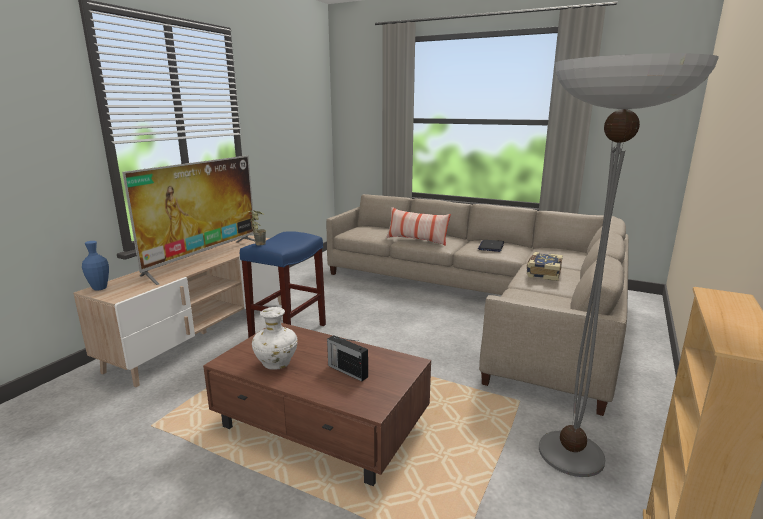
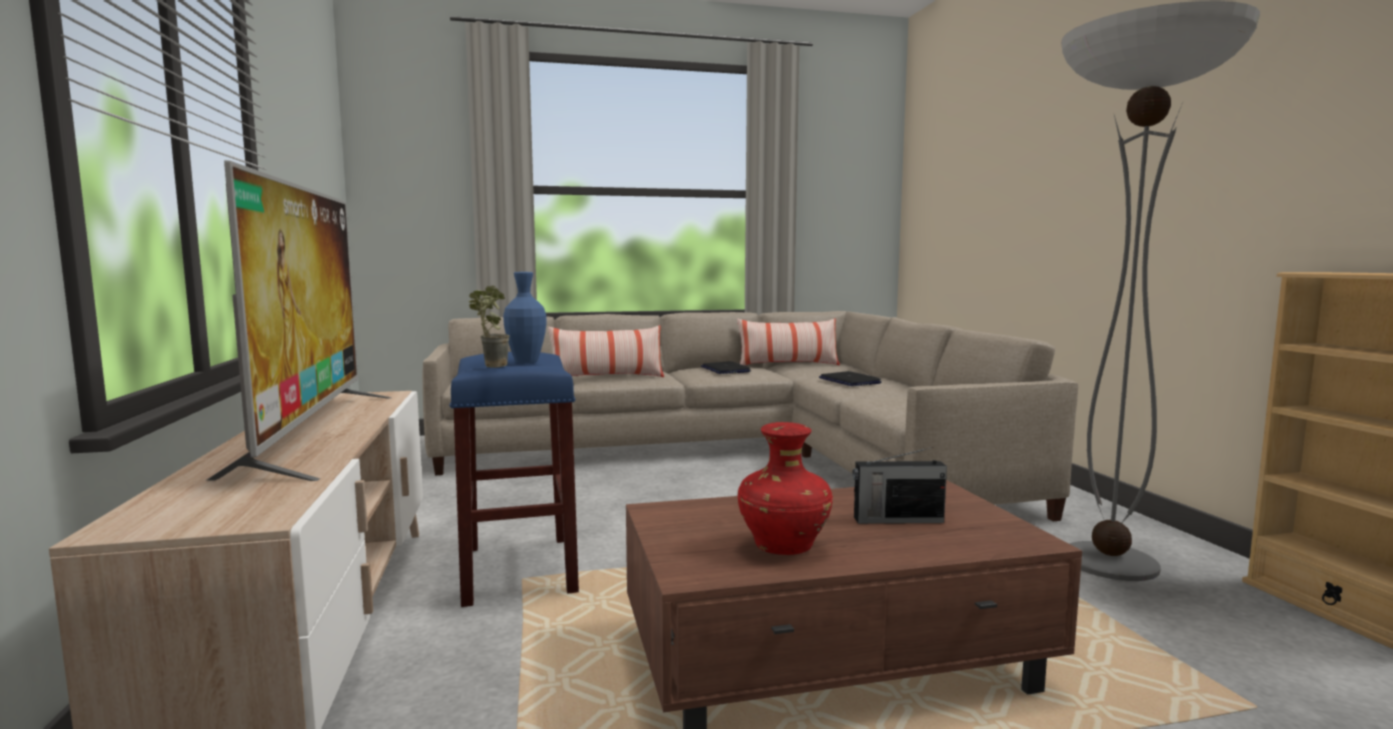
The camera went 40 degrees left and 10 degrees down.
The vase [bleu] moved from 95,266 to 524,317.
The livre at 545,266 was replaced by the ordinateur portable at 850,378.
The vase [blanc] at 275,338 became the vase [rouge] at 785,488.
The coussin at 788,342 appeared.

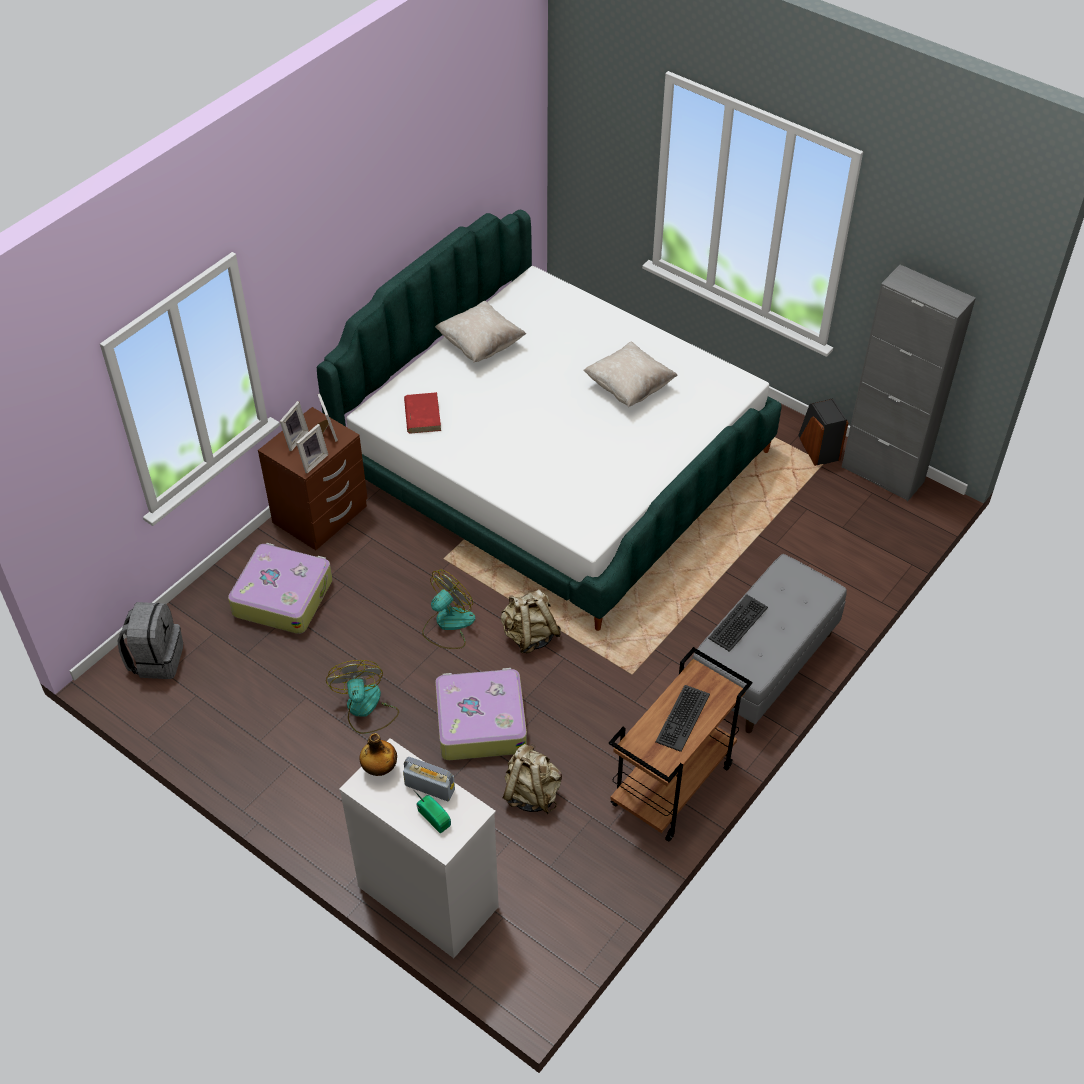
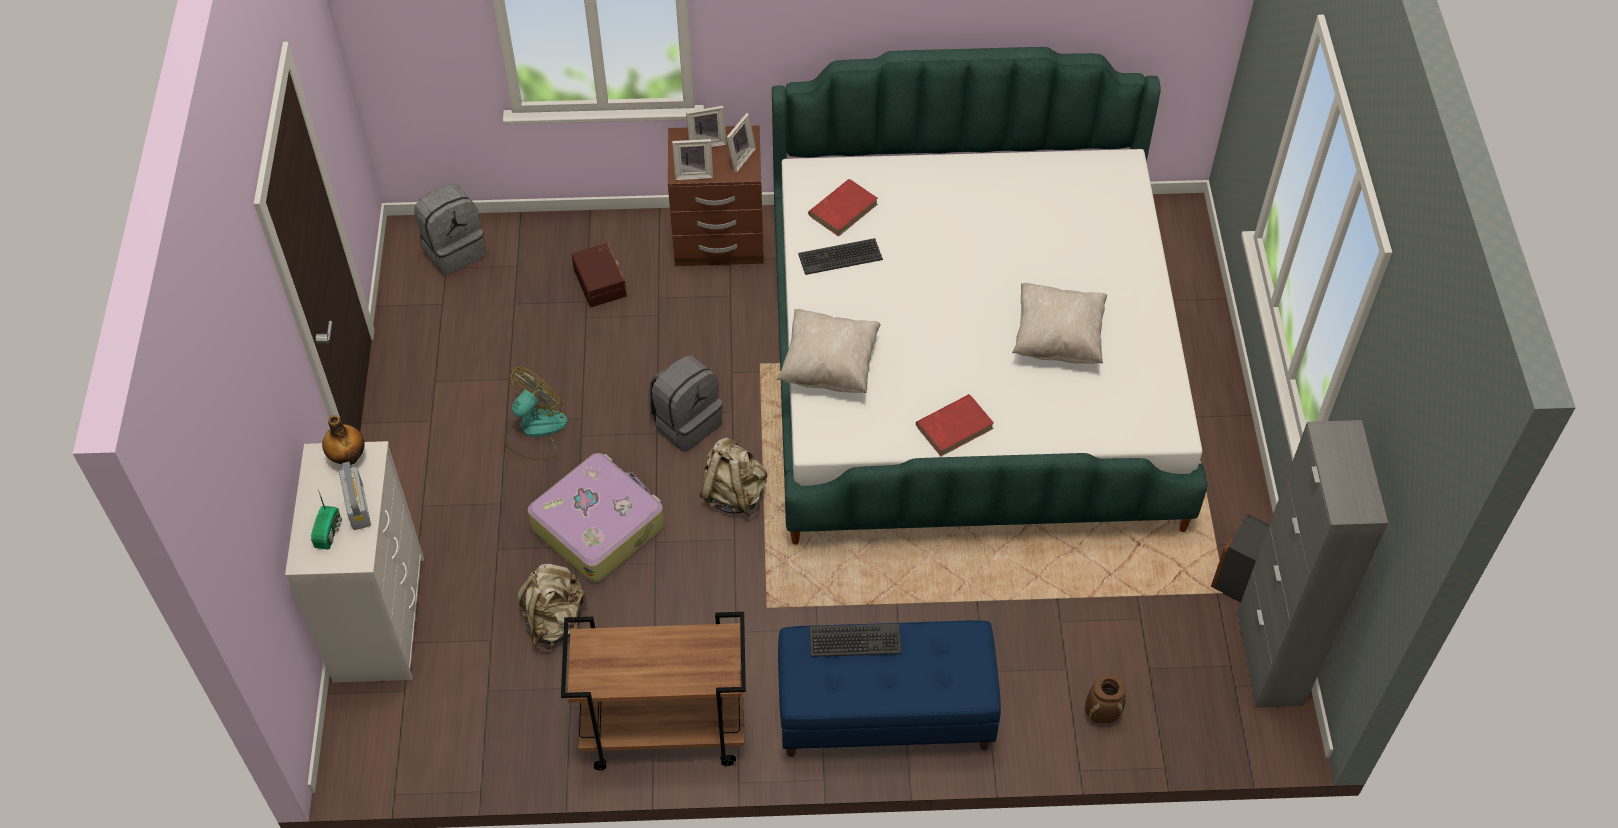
The camera went 50 degrees right and 5 degrees up.
The coussin [beige] moved from 480,332 to 828,351.
The valise at 280,588 was replaced by the boîte de rangement [marron] at 599,275.
The banc [gris] at 769,643 became the banc [bleu] at 889,688.
The ventilateur at 448,609 was replaced by the sac à dos [gris] at 685,403.
The clavier moved from 682,718 to 840,256.
The livre [rouge] at 955,425 appeared.
The vase [marron] at 1105,699 appeared.

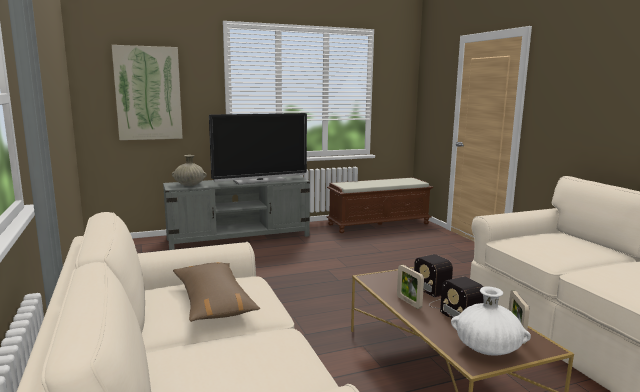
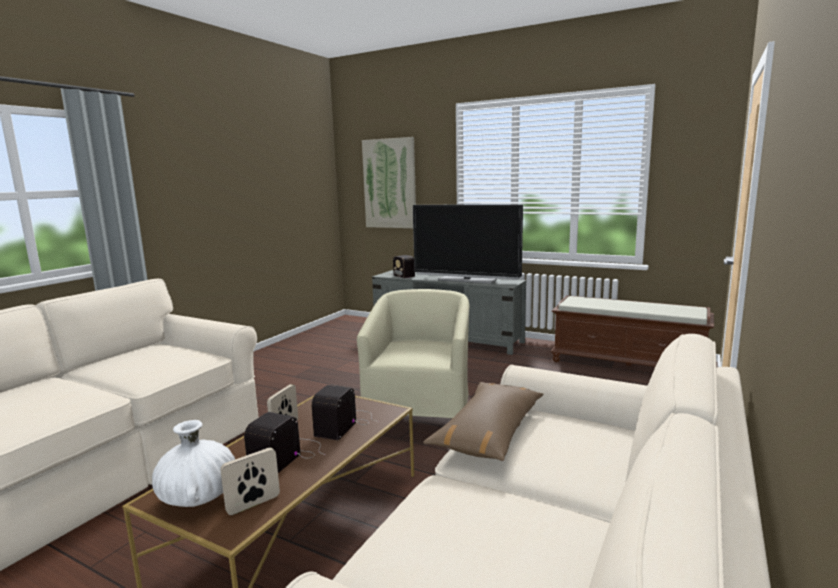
The camera went 50 degrees right and 0 degrees up.
The vase [beige] at 189,170 was replaced by the radio at 402,266.
The coussin [marron] moved from 216,292 to 483,421.
The fauteuil [beige] at 413,353 appeared.

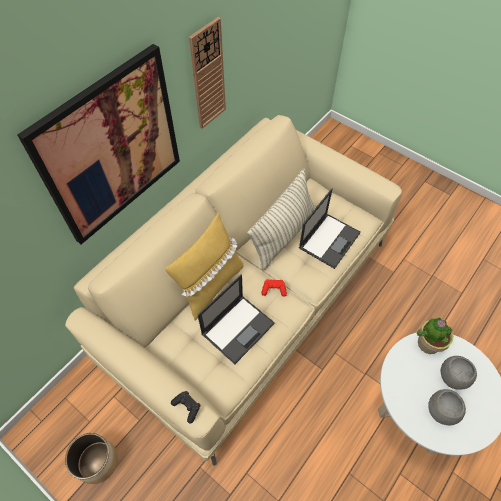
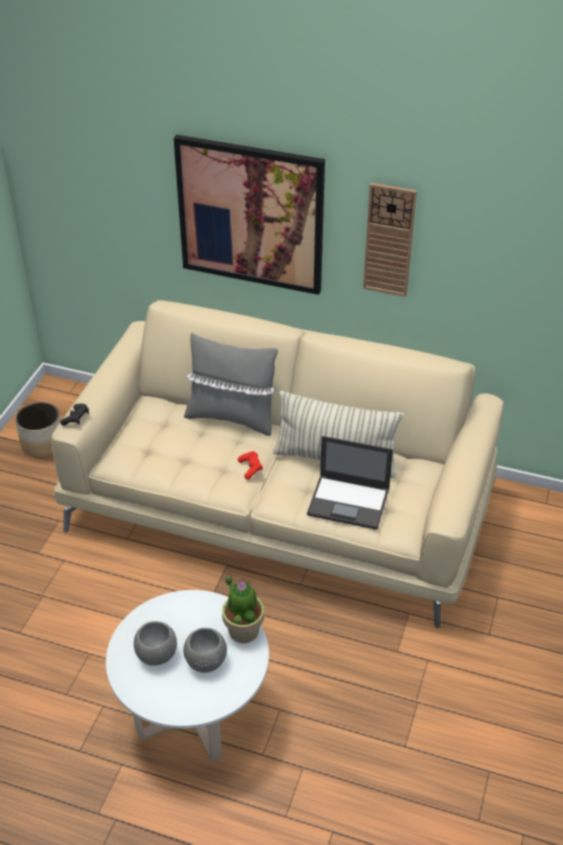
The camera went 70 degrees right and 15 degrees down.
The coussin [jaune] at 204,266 became the coussin [gris] at 231,384.
The ordinateur portable at 236,319 disappeared.

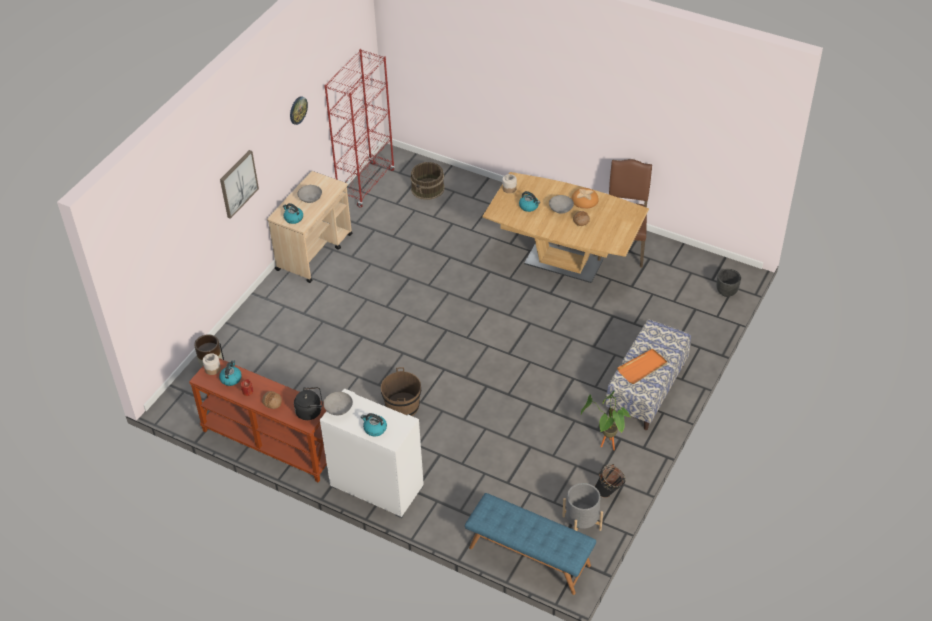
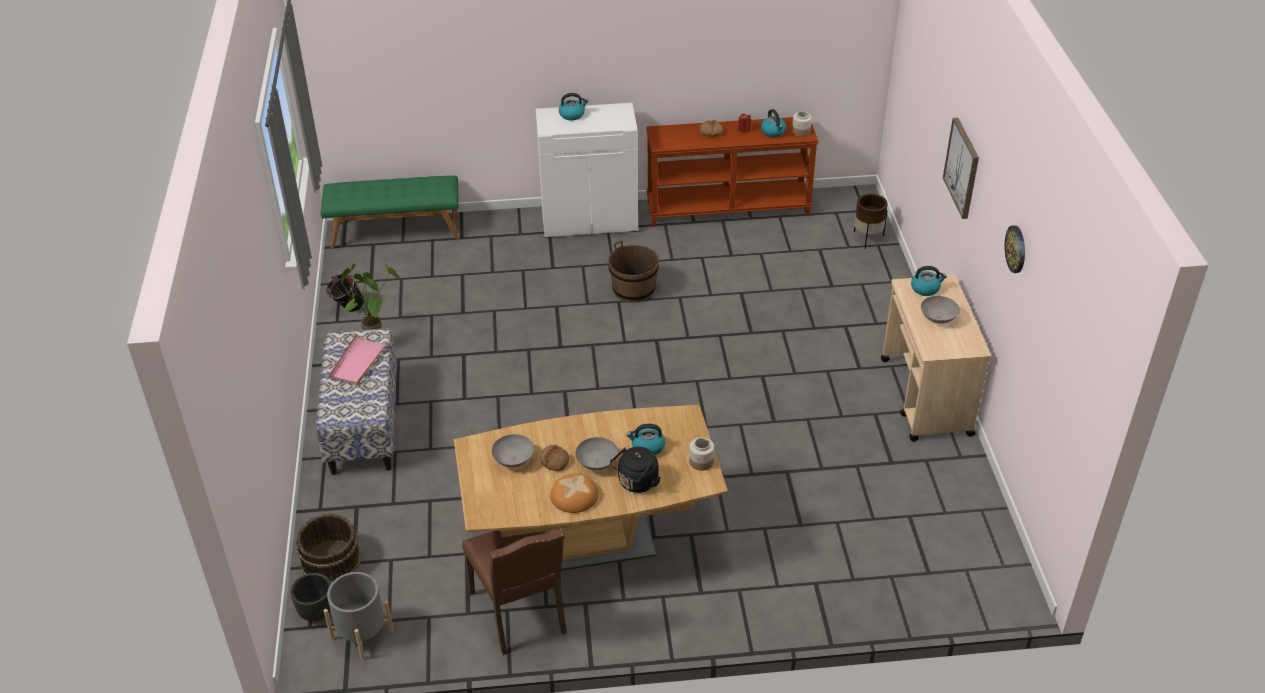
The camera went 145 degrees right and 5 degrees down.
The bibliothèque [rouge] at 359,128 disappeared.
The seau [marron] moved from 427,181 to 328,549.
The plateau [orange] at 642,366 became the plateau [rose] at 358,359.
The bouilloire [noir] moved from 308,403 to 635,470.
The bol [gris] moved from 338,403 to 513,450.
The cache-pot [gris] moved from 582,507 to 359,616.
The banc [bleu] at 530,544 became the banc [vert] at 390,212.

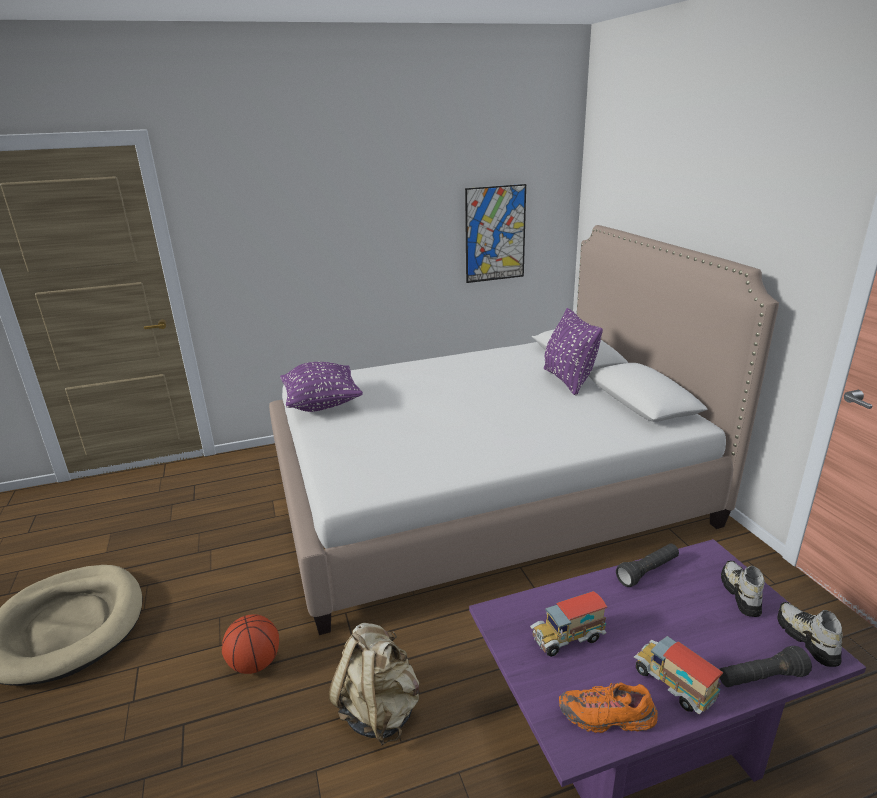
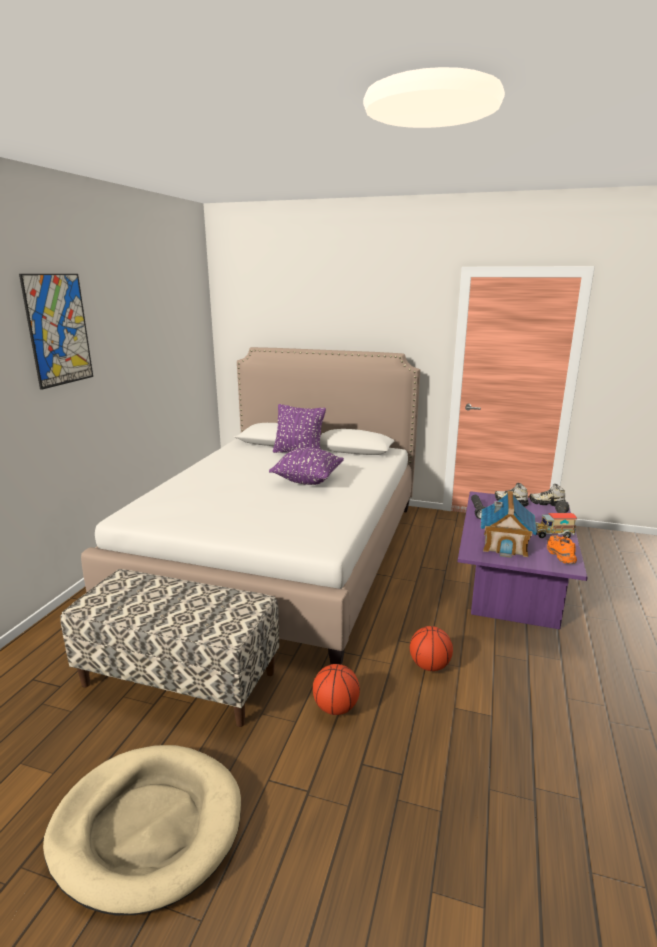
The camera went 55 degrees left and 5 degrees down.
The tableau moved from 495,233 to 56,332.
The coussin [violet] moved from 321,387 to 306,466.
The camion jouet at 568,624 was replaced by the maison miniature at 509,524.
The sac à dos [beige] at 374,684 was replaced by the ballon de basket at 431,648.
The chaussure [orange] at 608,707 turned 135 degrees clockwise.
The banc at 169,648 appeared.

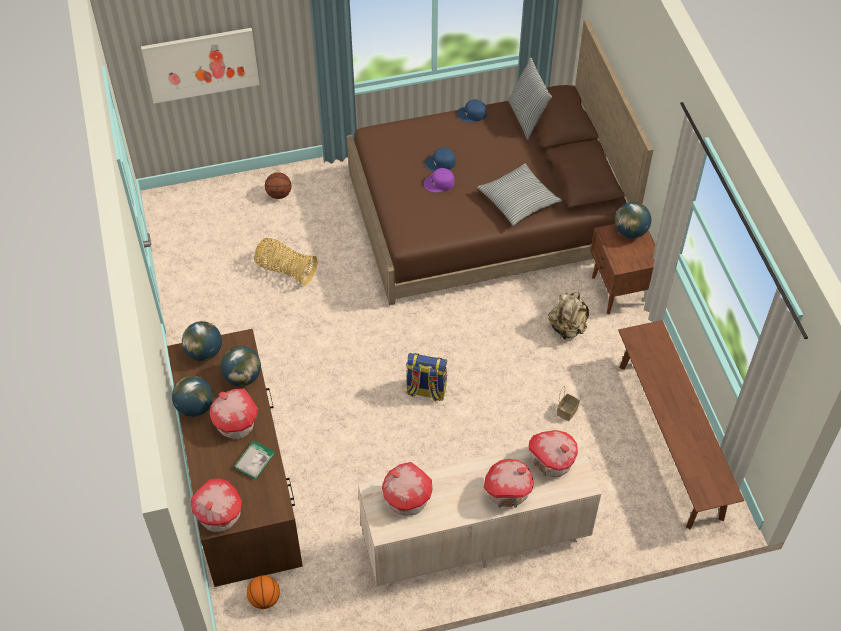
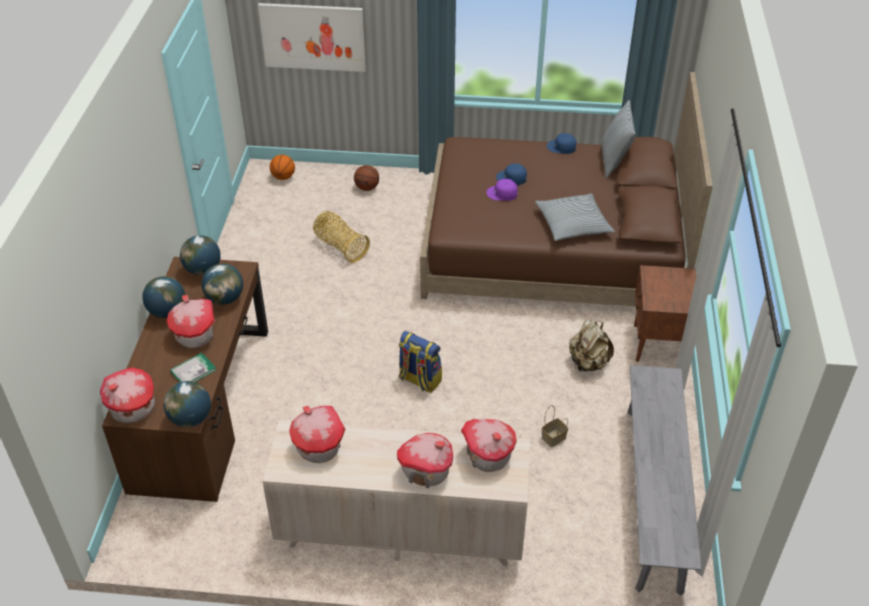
The camera went 20 degrees right and 10 degrees down.
The globe moved from 633,220 to 187,404.
The banc [marron] at 681,424 became the banc [gris] at 664,480.
The ballon de basket moved from 263,592 to 282,167.

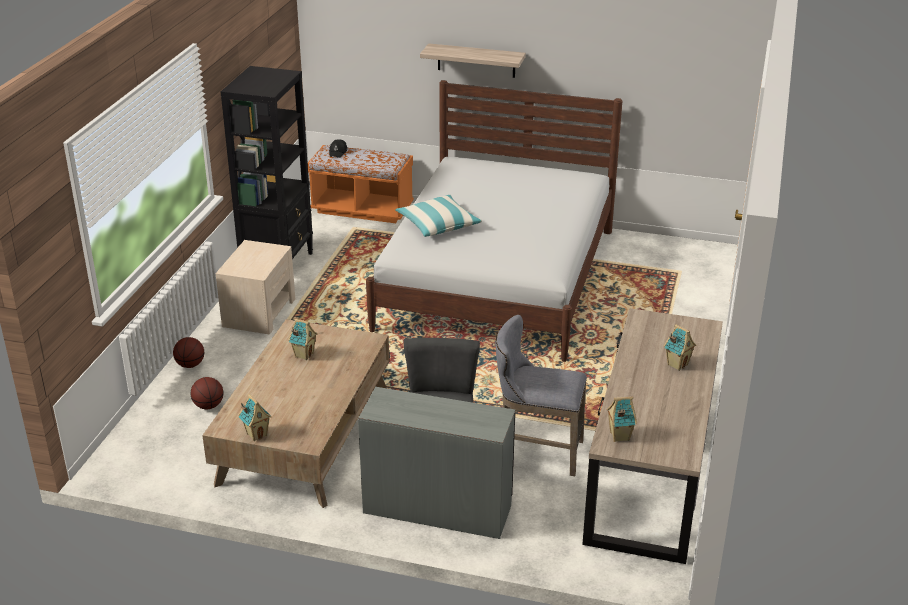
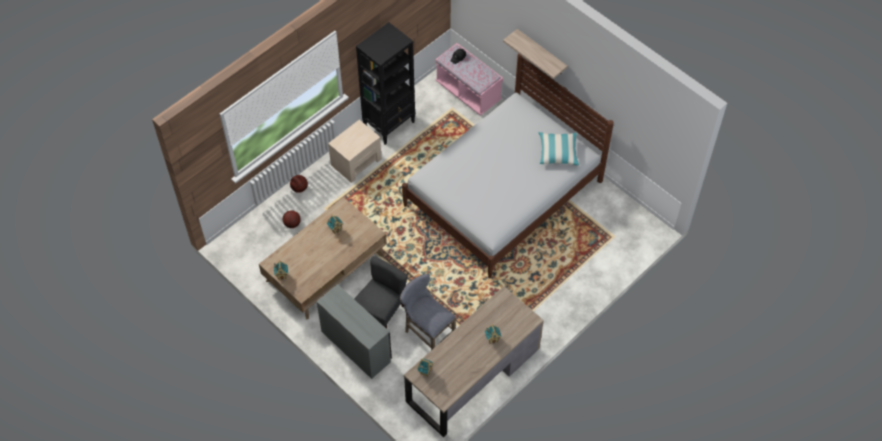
The camera went 30 degrees right and 25 degrees up.
The banc [orange] at 361,184 became the banc [rose] at 469,79.
The coussin moved from 438,216 to 559,149.

